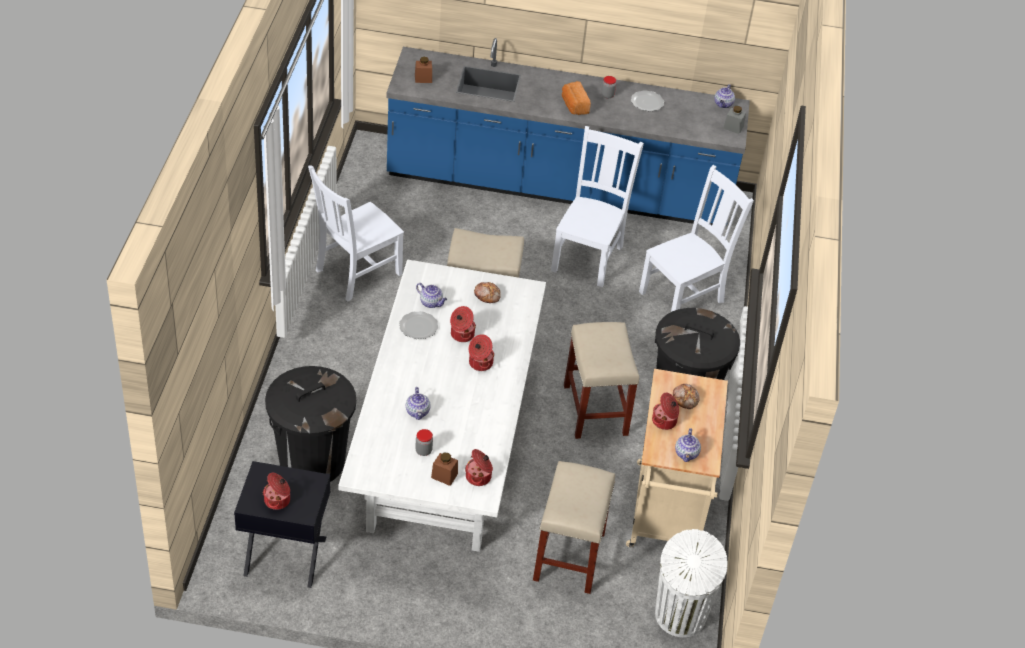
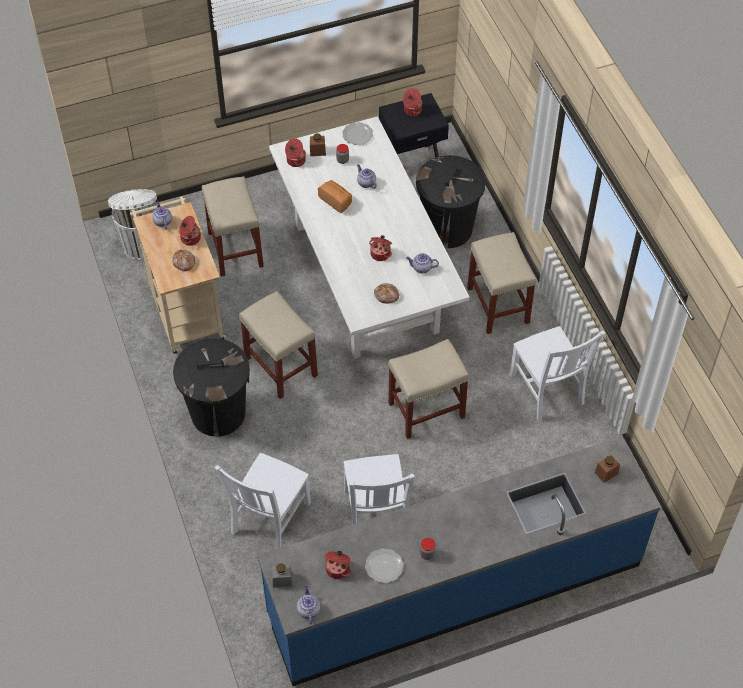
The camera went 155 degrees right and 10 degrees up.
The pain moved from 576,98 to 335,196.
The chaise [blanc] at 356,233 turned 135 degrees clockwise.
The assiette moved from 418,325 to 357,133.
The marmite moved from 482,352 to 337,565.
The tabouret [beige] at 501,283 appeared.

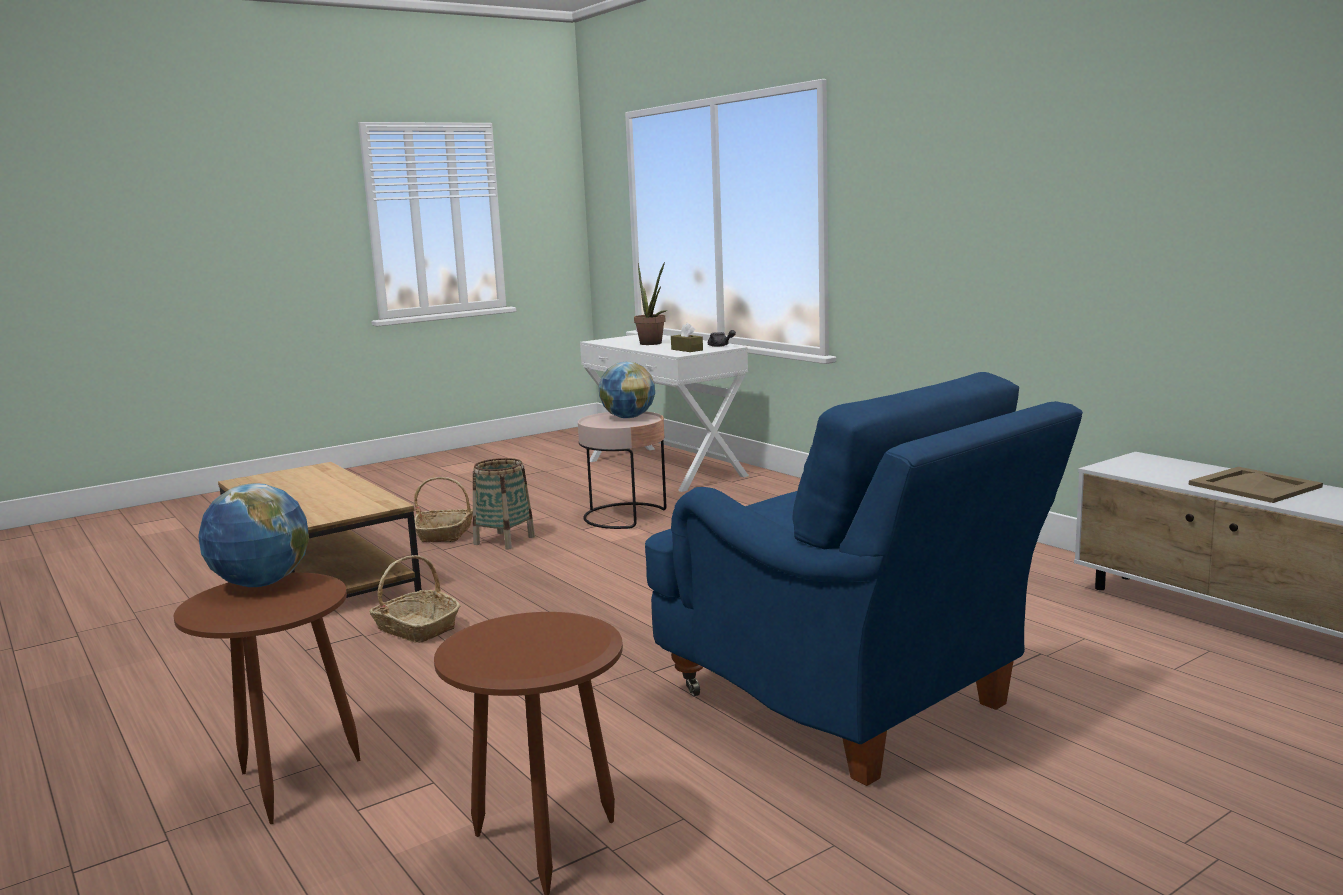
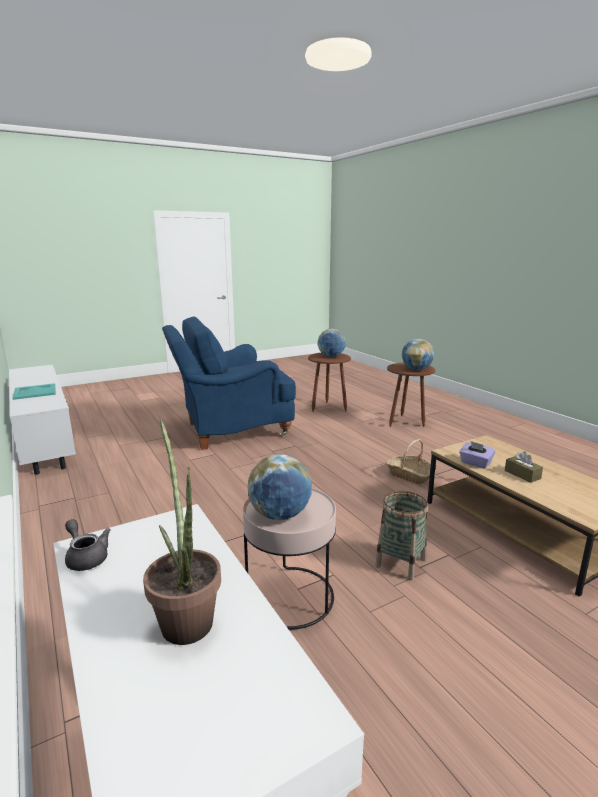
The camera went 175 degrees left and 5 degrees up.
The boîte à mouchoirs [marron] moved from 687,337 to 524,467.
The fauteuil [bleu] at 864,579 turned 75 degrees counterclockwise.
The plateau [beige] at 1256,485 became the plateau [turquoise] at 34,391.
The panier at 443,509 disappeared.
The globe at 332,343 appeared.
The boîte à mouchoirs [violet] at 477,454 appeared.

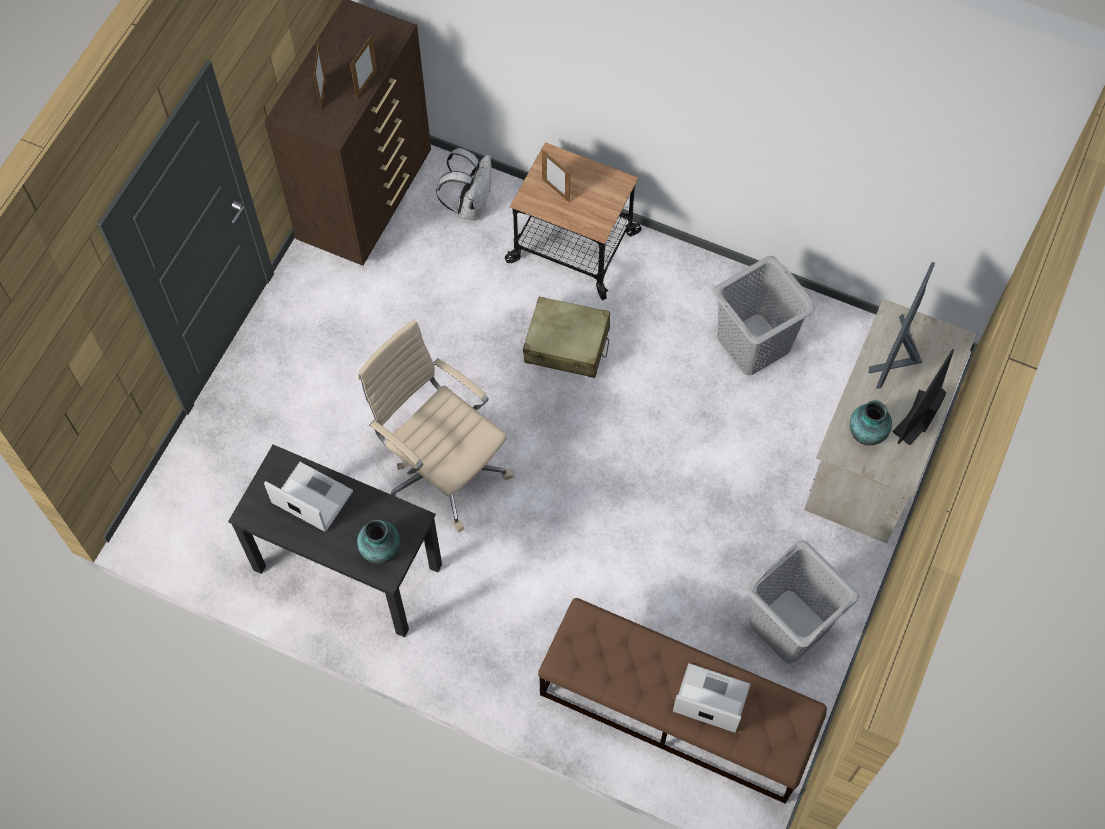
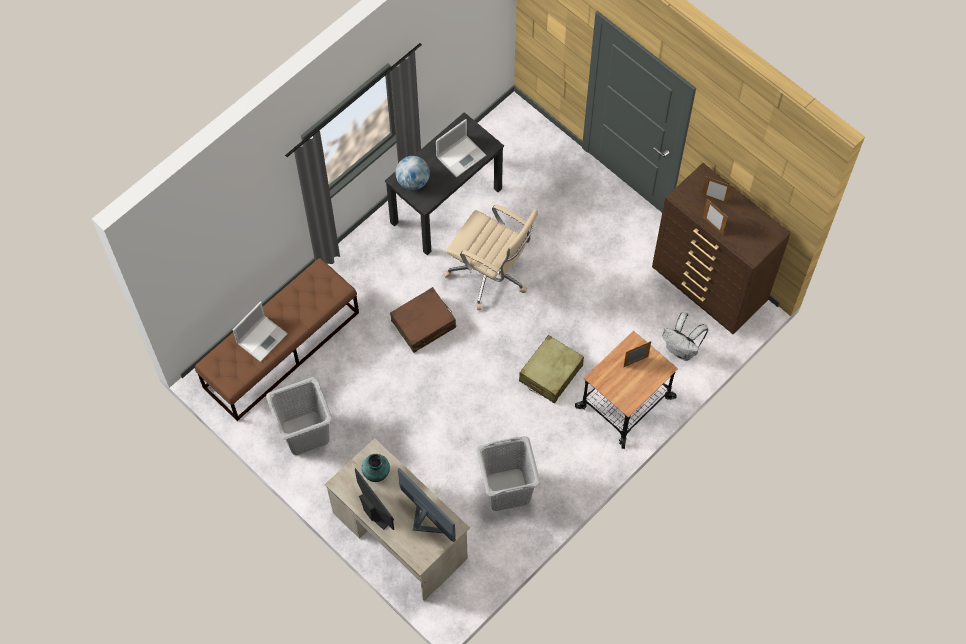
The camera went 110 degrees right and 0 degrees up.
The chaise de bureau [beige] at 436,426 turned 60 degrees clockwise.
The vase at 378,541 was replaced by the globe at 413,173.
The valise [marron] at 423,320 appeared.

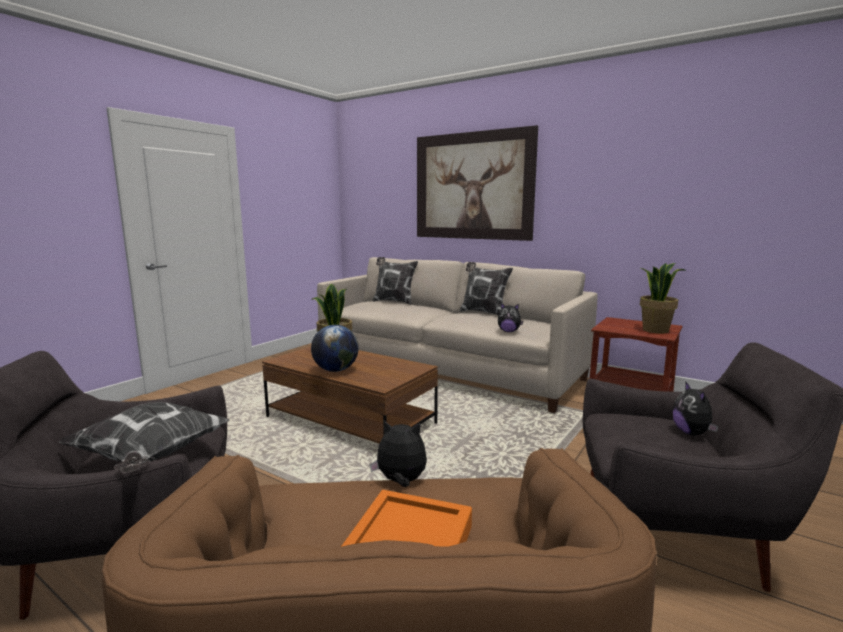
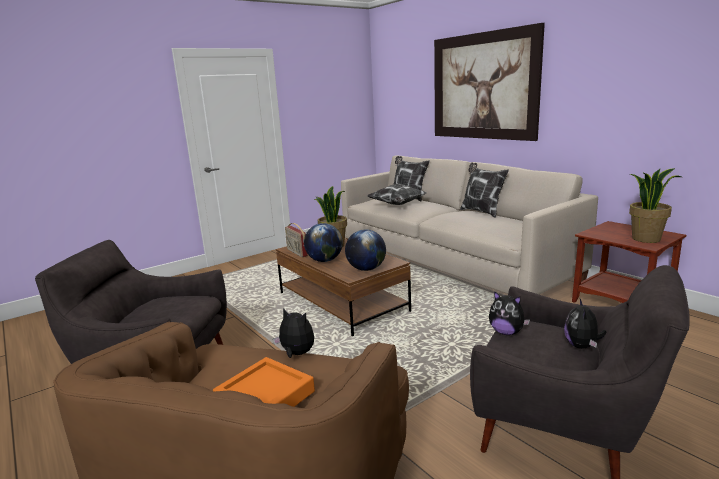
The camera went 20 degrees right and 5 degrees up.
The peluche moved from 510,317 to 509,313.
The coussin moved from 144,436 to 397,194.
The radio at 296,240 appeared.
The globe at 365,250 appeared.

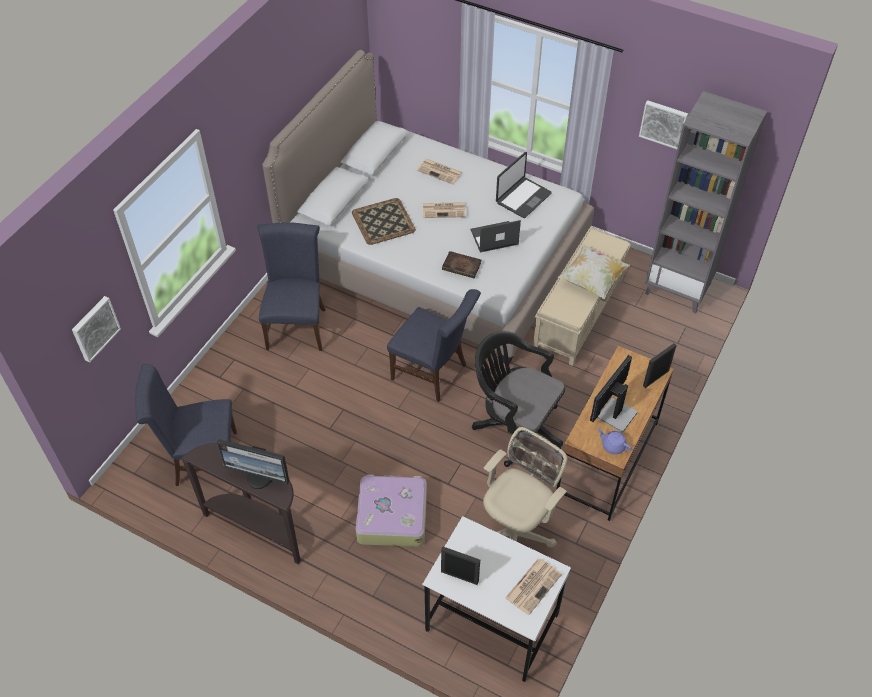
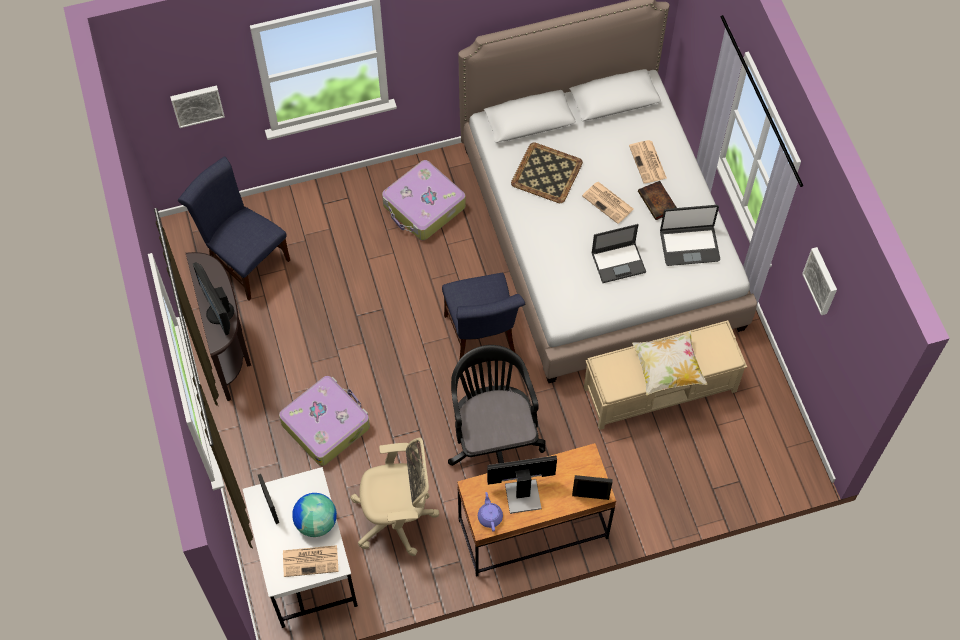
The camera went 45 degrees right and 10 degrees up.
The bibliothèque [gris] at 706,202 disappeared.
The ordinateur portable at 495,236 turned 135 degrees clockwise.
The chaise [bleu] at 291,286 was replaced by the valise at 424,200.
The livre moved from 461,264 to 657,200.
The globe at 314,515 appeared.

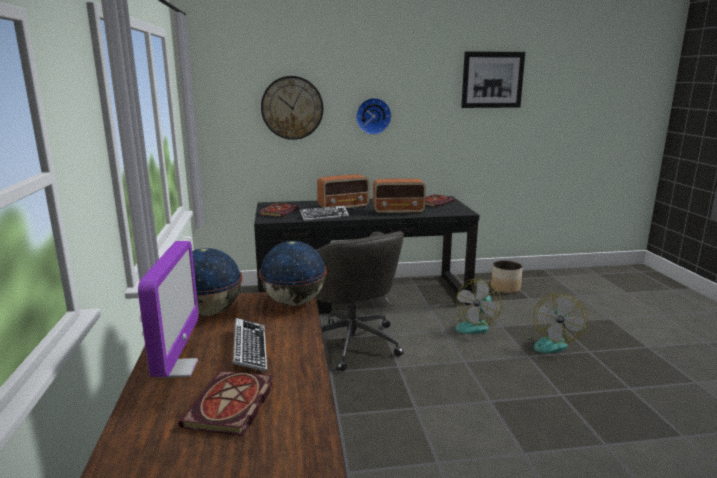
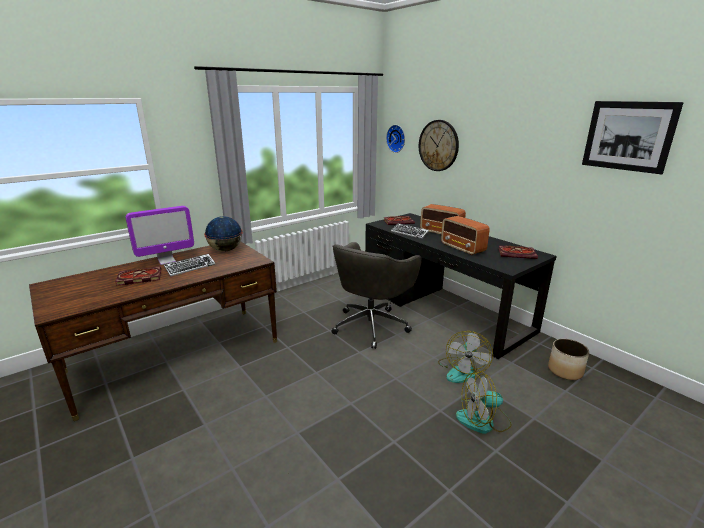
The camera went 60 degrees right and 5 degrees up.
The horloge murale moved from 374,116 to 395,139.
The globe at 293,273 disappeared.
The ventilateur at 478,306 turned 75 degrees counterclockwise.

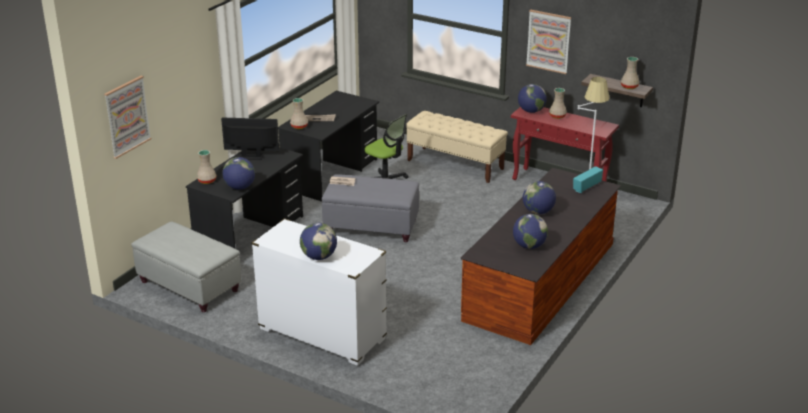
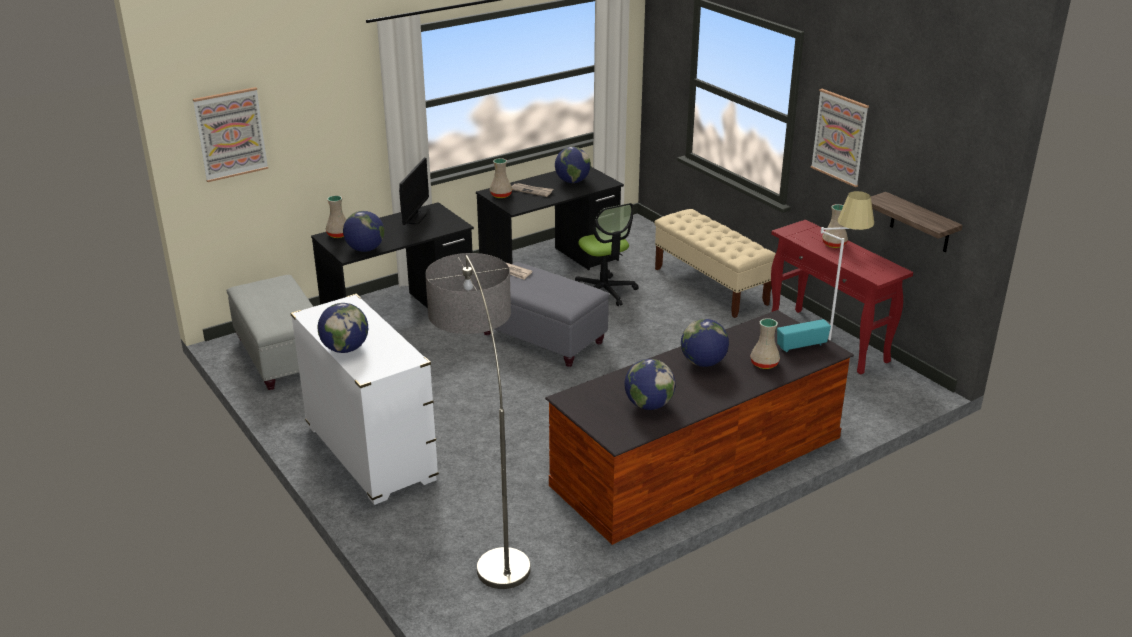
The camera went 25 degrees right and 0 degrees up.
The vase [beige] moved from 630,73 to 765,343.
The globe moved from 532,98 to 573,165.
The écran d'ordinateur at 250,139 turned 75 degrees clockwise.
The lampadaire at 478,421 appeared.

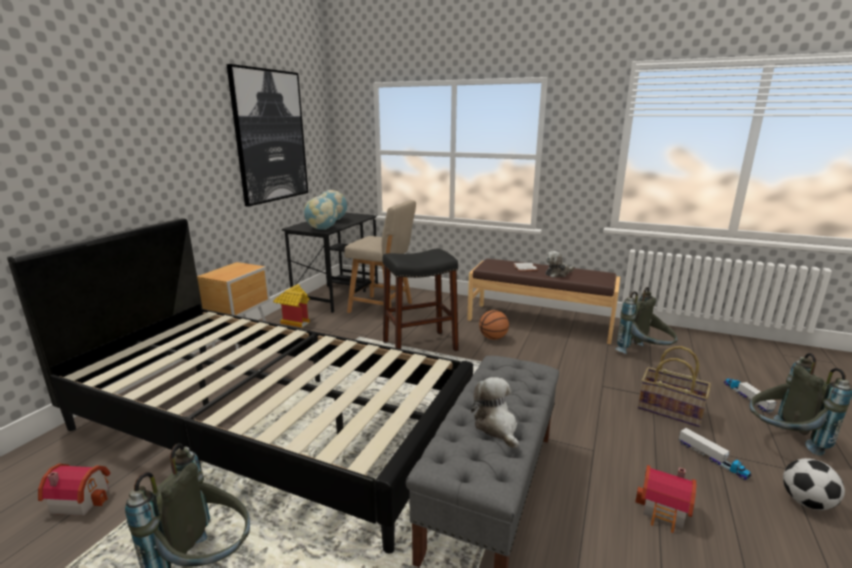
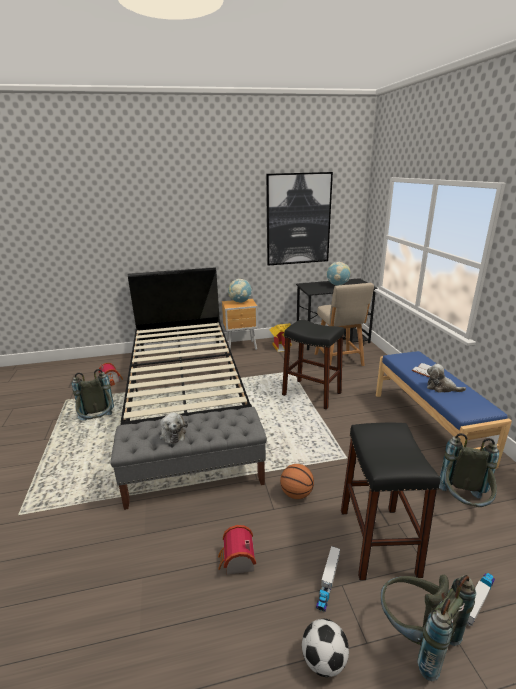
The camera went 55 degrees right and 5 degrees up.
The globe moved from 321,213 to 240,291.
The banc [marron] at 543,301 became the banc [bleu] at 444,410.
The ballon de basket moved from 494,325 to 297,481.
The panier at 674,386 was replaced by the tabouret [noir] at 390,501.
The peluche at 495,413 turned 120 degrees clockwise.

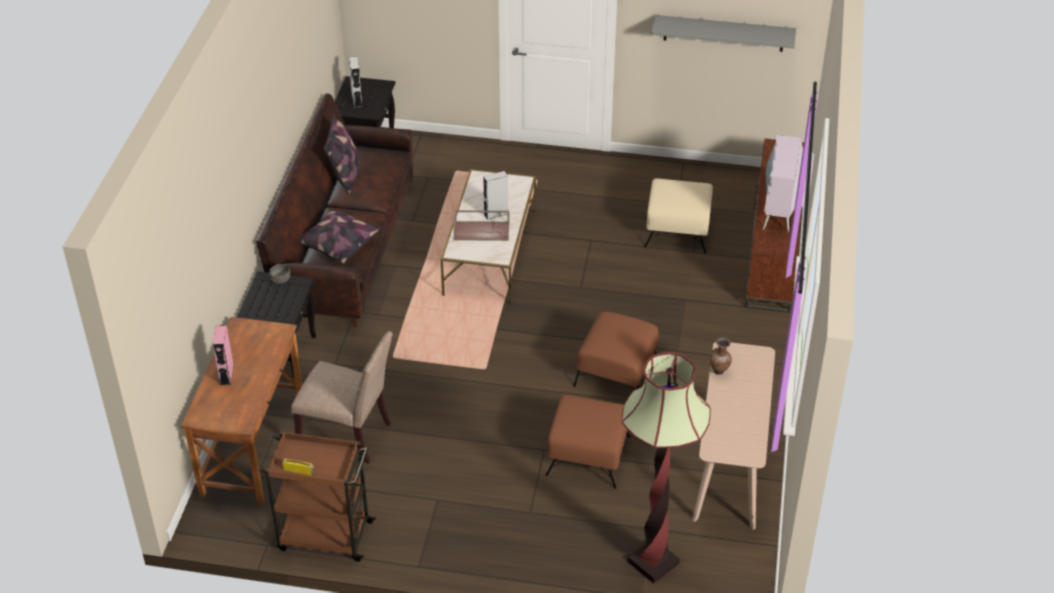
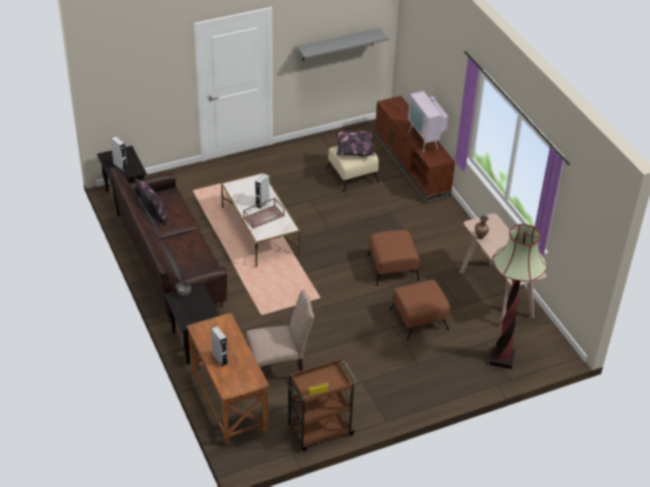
The camera went 35 degrees left and 0 degrees up.
The coussin moved from 339,236 to 355,143.
The enceinte [rose] at 223,355 became the enceinte [gris] at 219,346.

